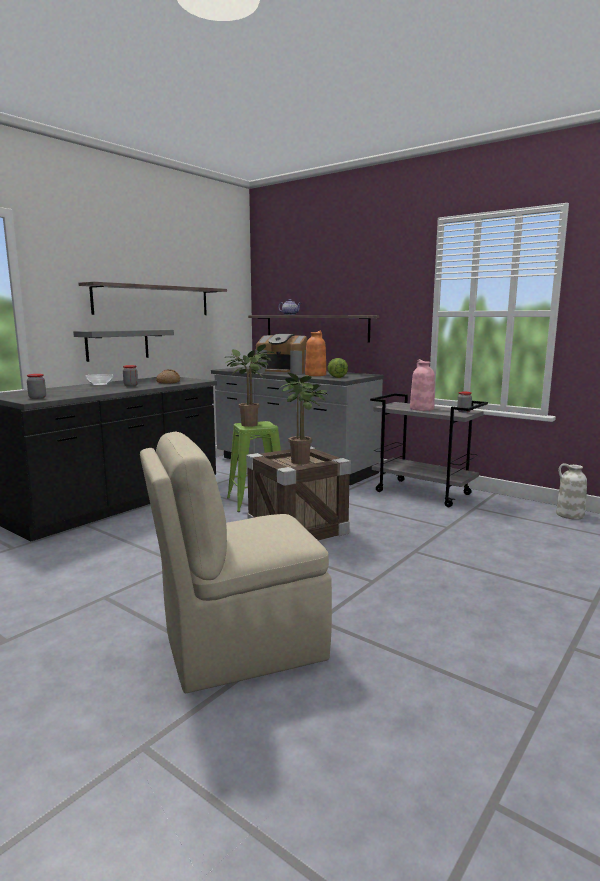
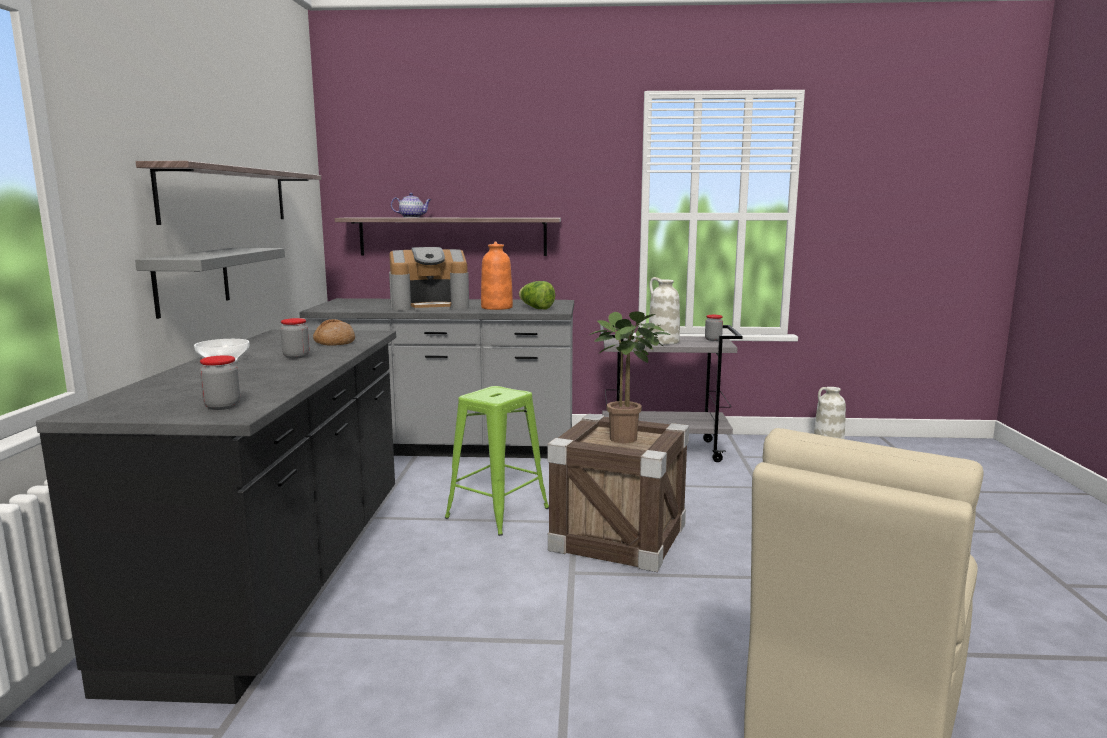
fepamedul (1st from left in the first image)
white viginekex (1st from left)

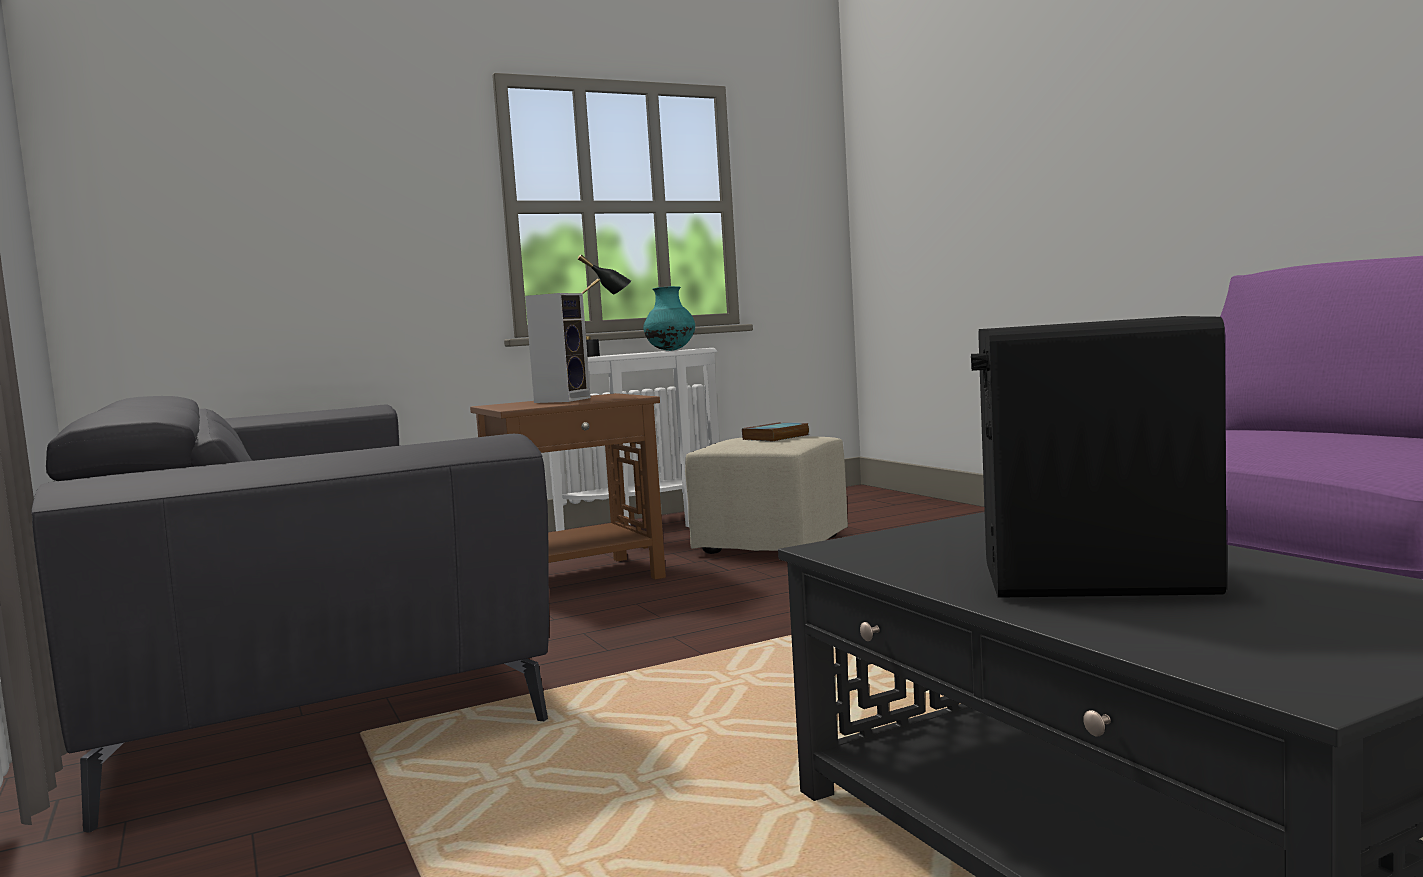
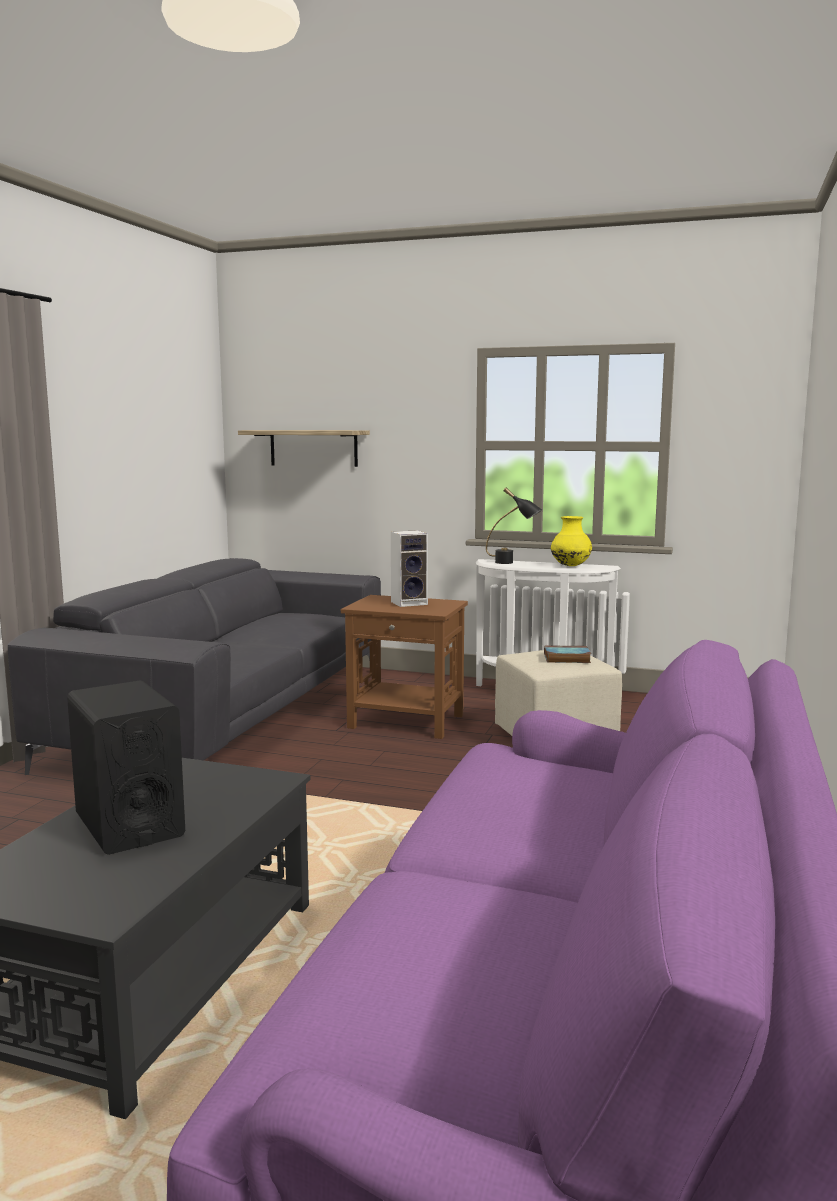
yellow viginekex
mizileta

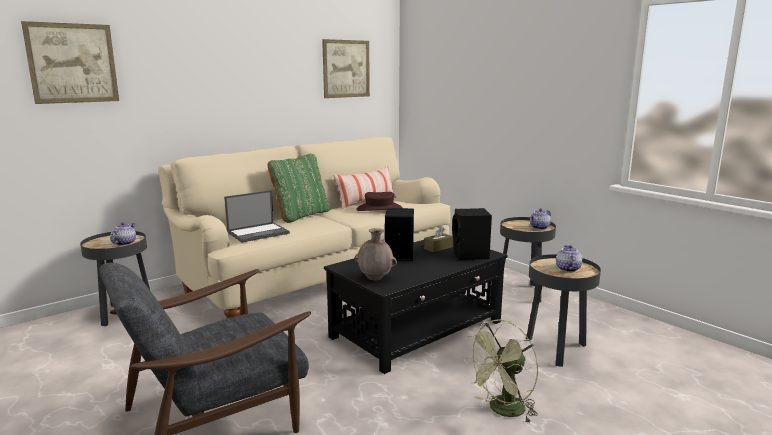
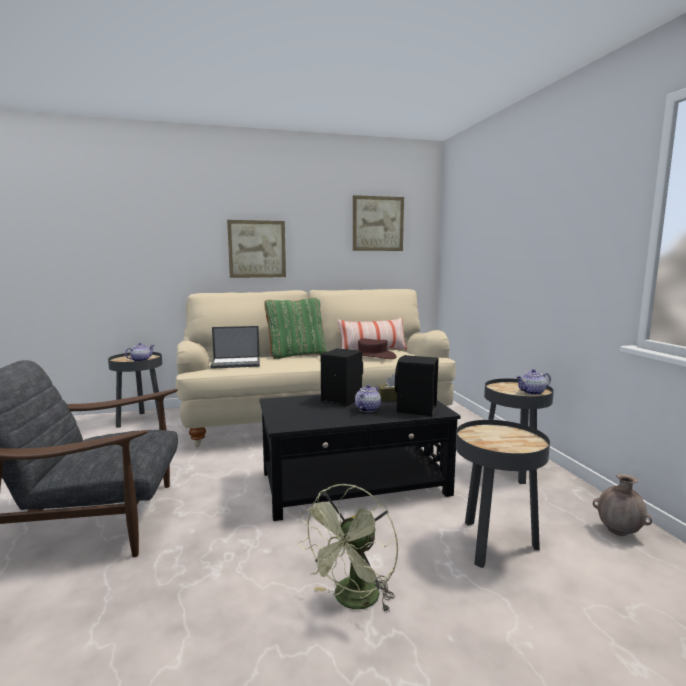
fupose (1st from left)
brown viginekex
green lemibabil
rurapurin (2nd from left)

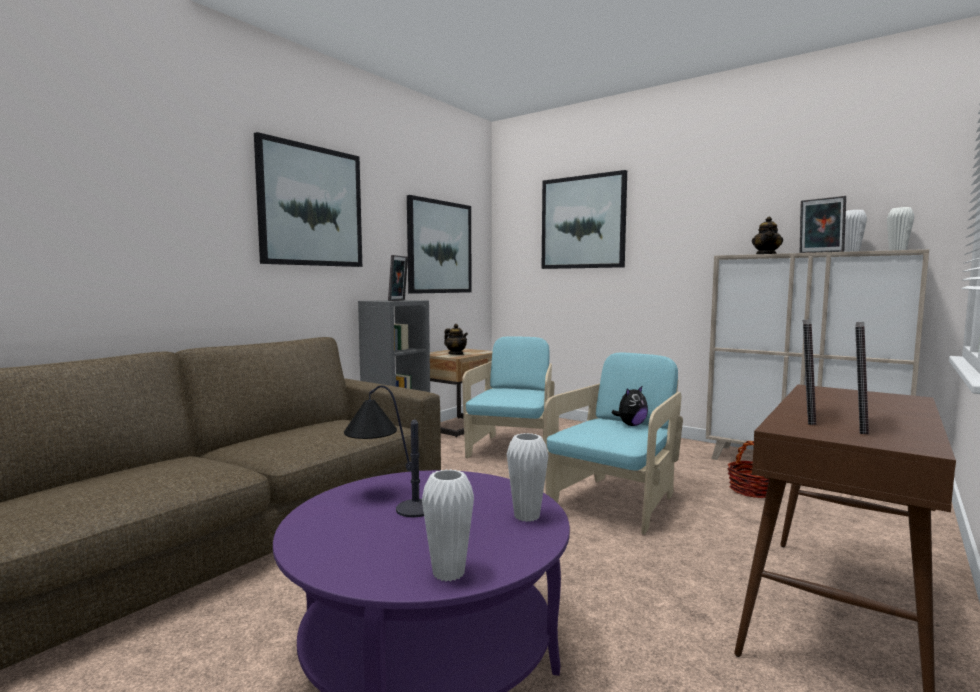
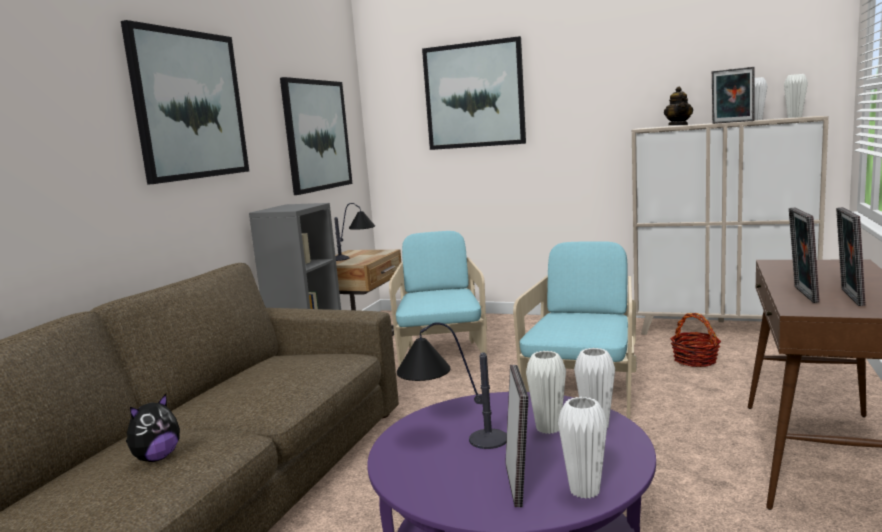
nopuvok (1st from left)
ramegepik (1st from left)
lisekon
white viginekex (1st from left)

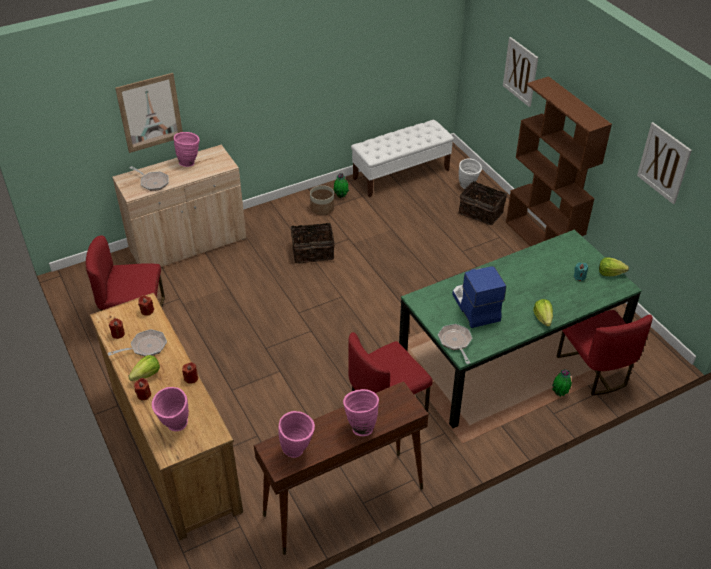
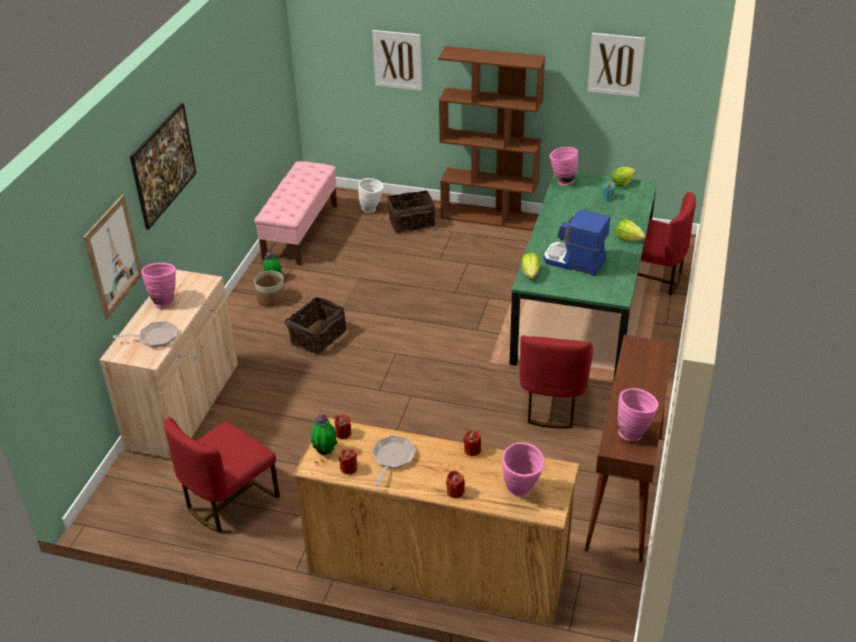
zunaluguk (1st from left)
pink viginekex (3rd from left)
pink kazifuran
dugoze (3rd from left in the first image)
fepamedul (2nd from left)
fupose (2nd from left)

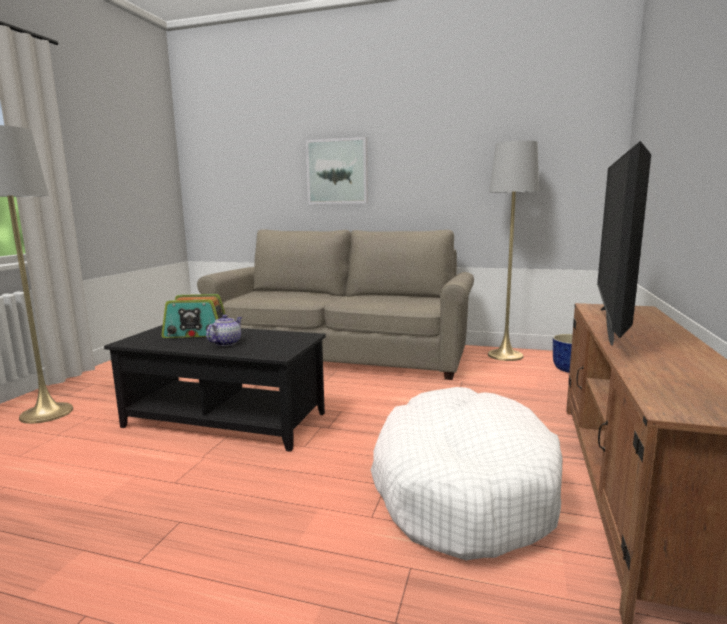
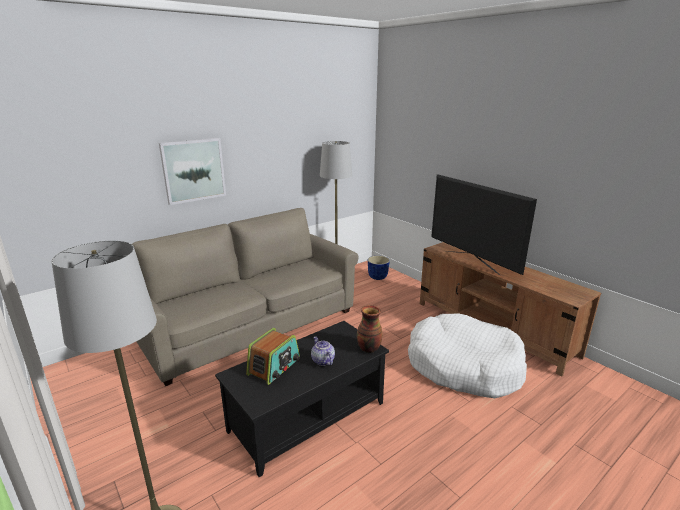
viginekex

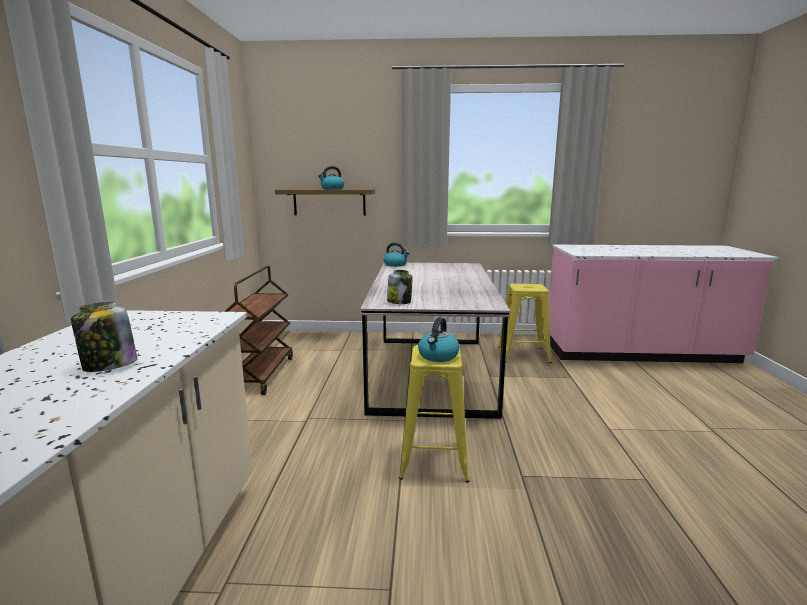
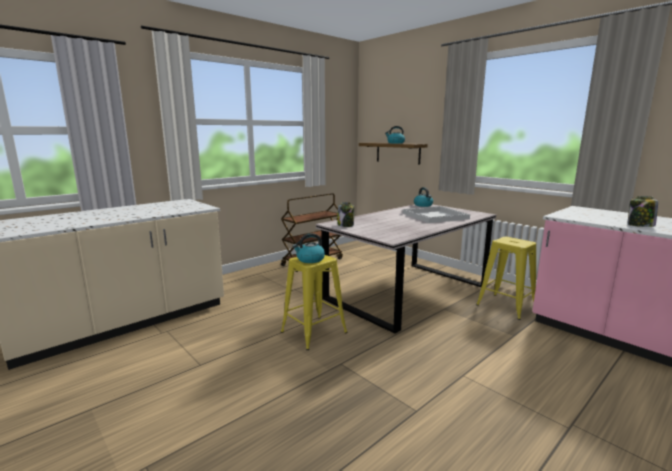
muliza (2nd from left)
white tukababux

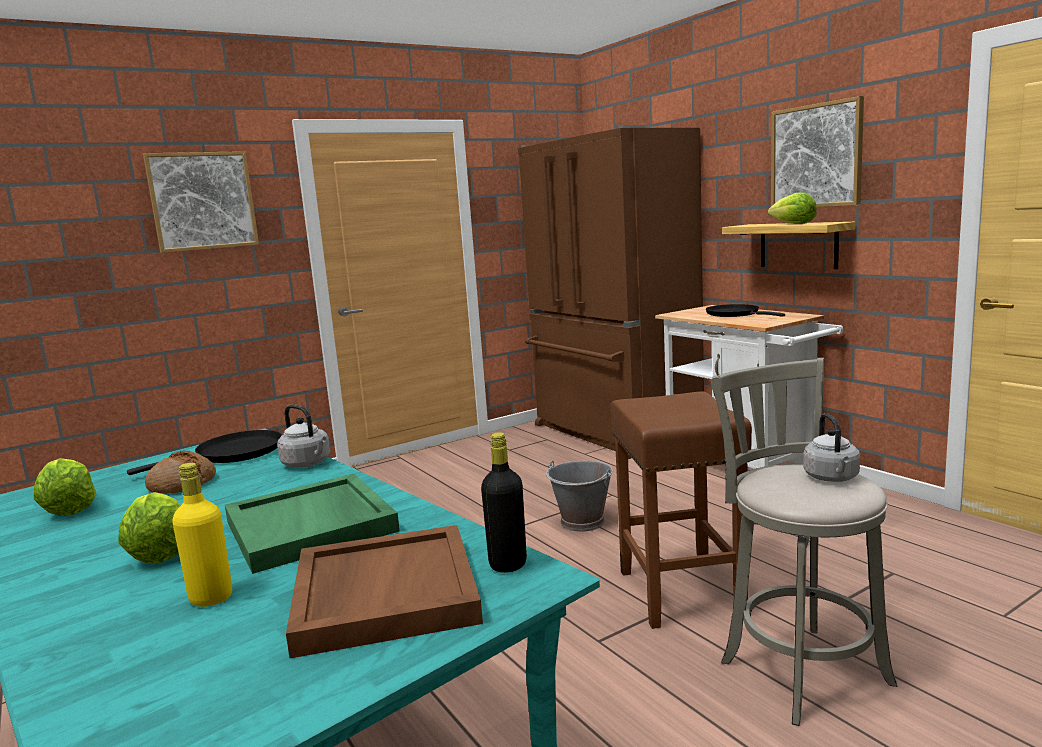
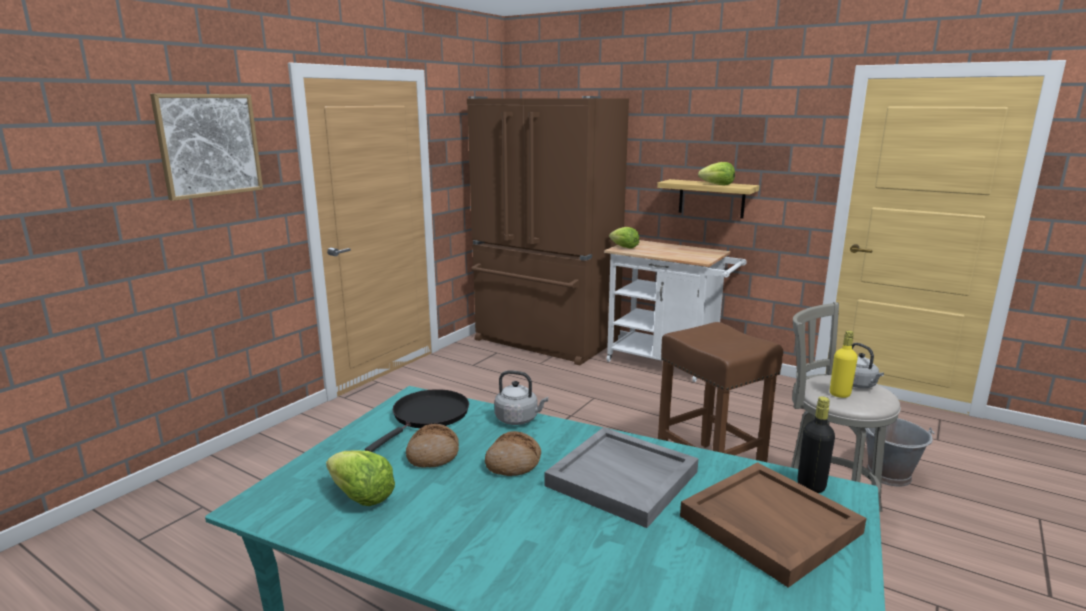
zunaluguk (2nd from left)
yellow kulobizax
grey tukababux
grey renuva
black dugoze (2nd from left in the first image)
fupose (2nd from left in the first image)
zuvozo (2nd from left)

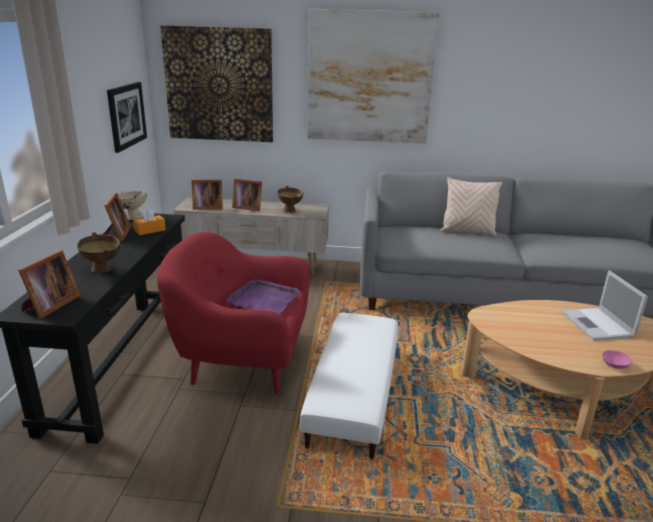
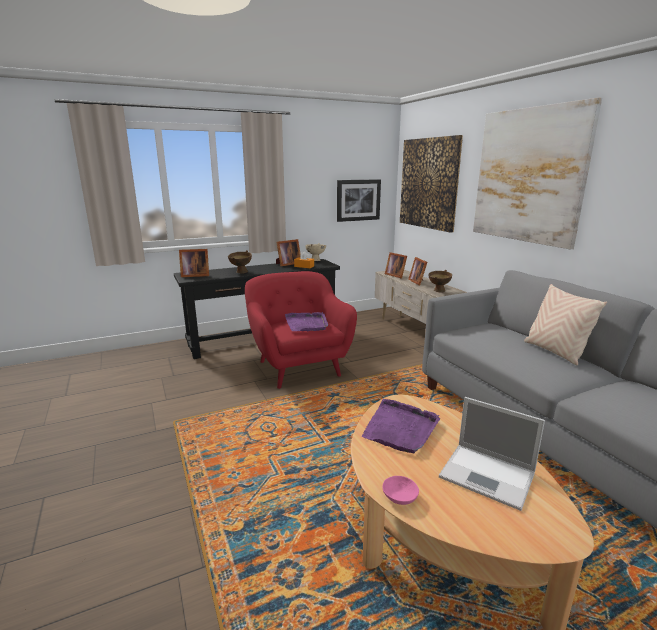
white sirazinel
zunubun
purple tukababux (2nd from left)

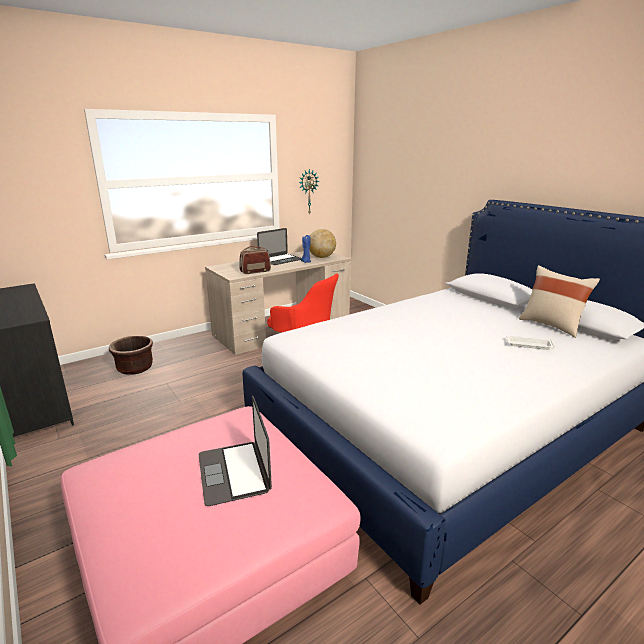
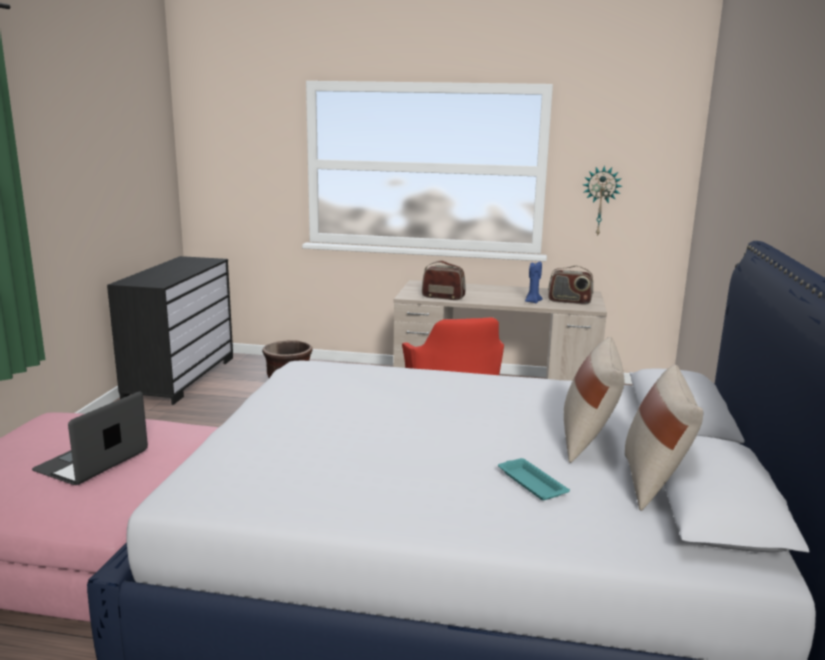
zunubun (2nd from left in the first image)
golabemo (2nd from left)
turquoise tukababux
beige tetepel (1st from left)

